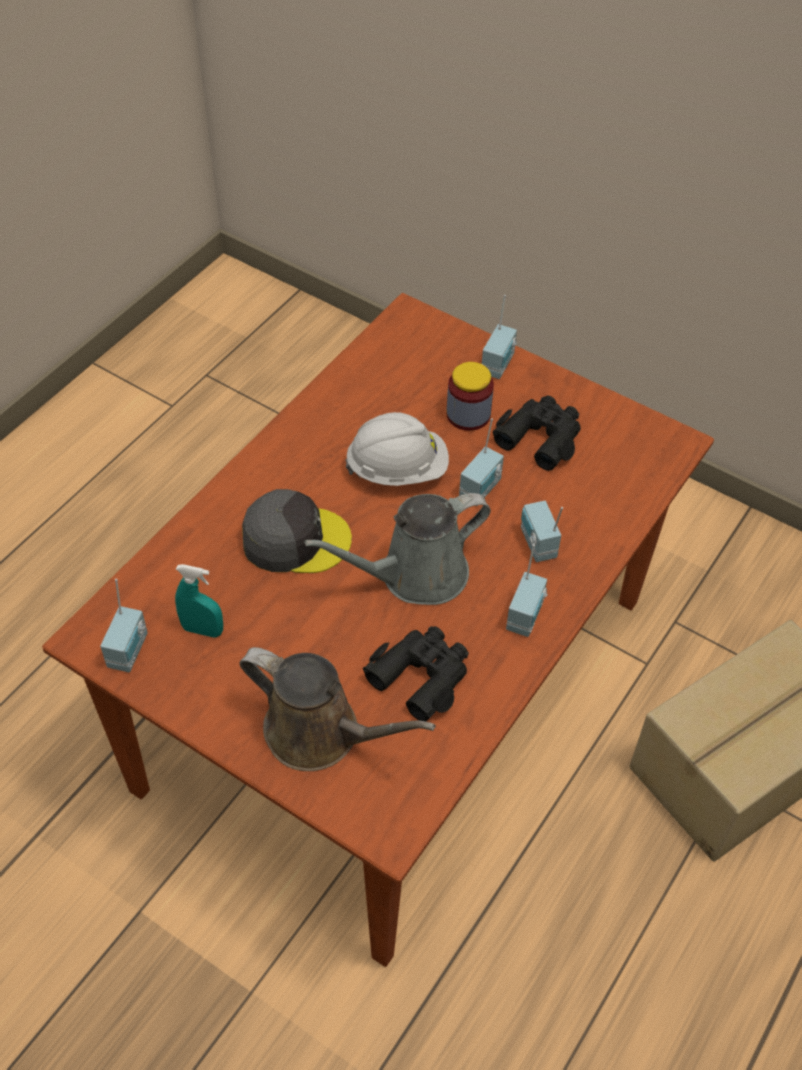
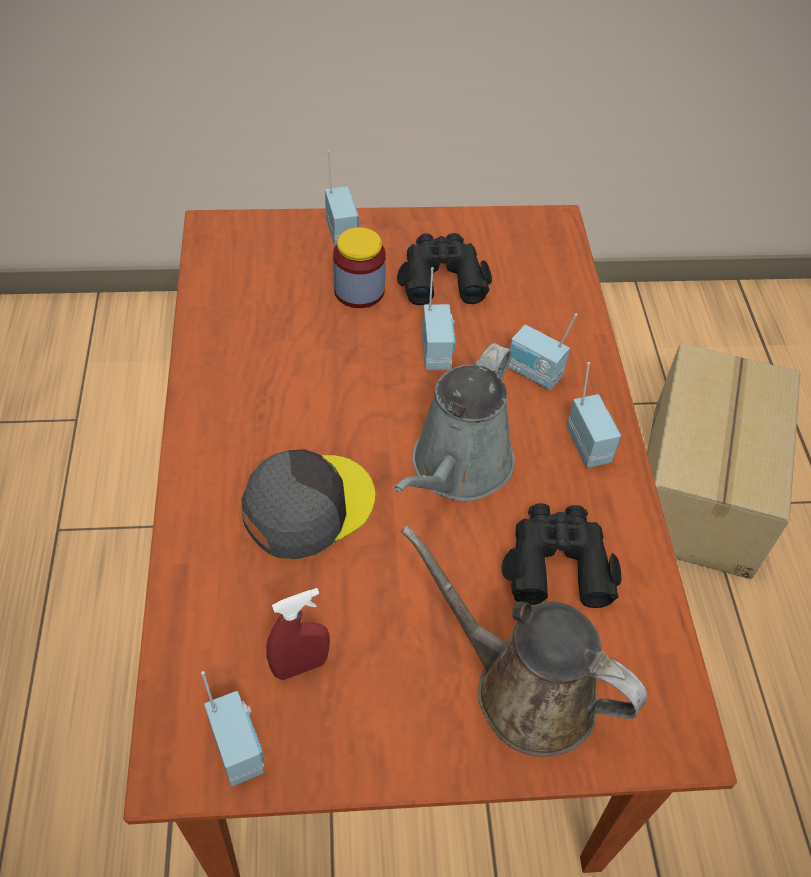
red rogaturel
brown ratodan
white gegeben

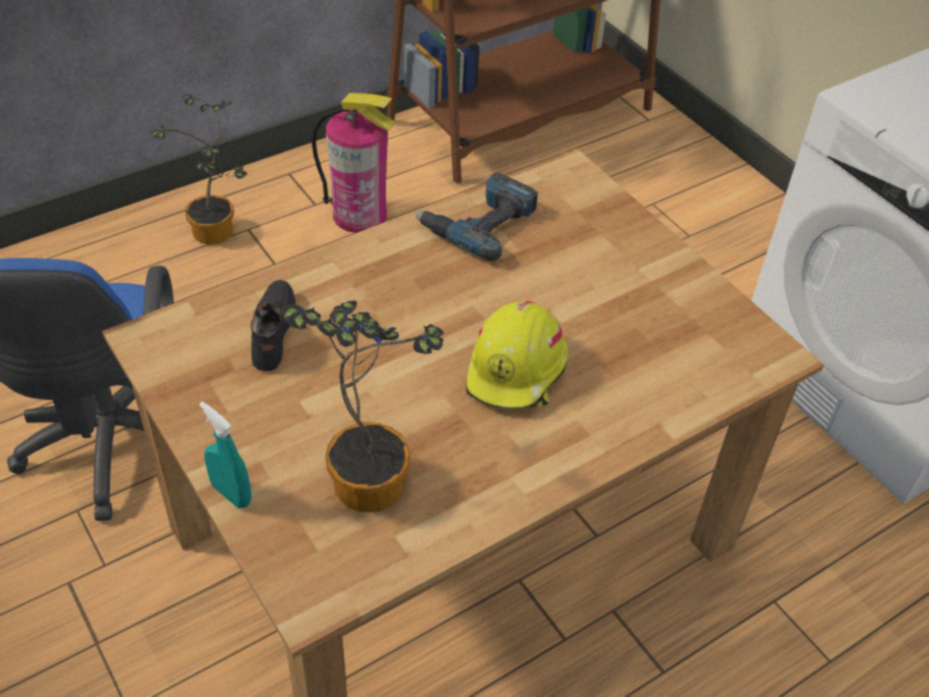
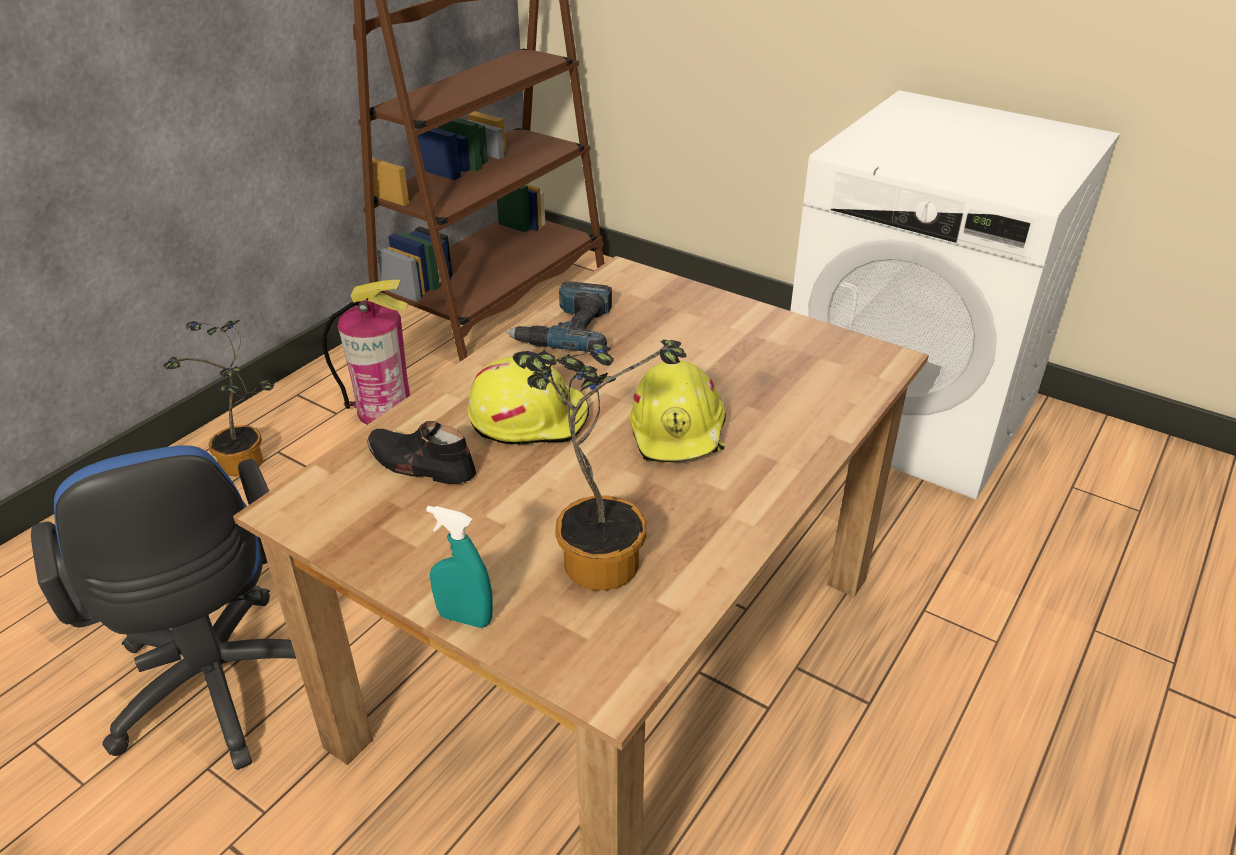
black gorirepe
yellow gegeben (1st from left)

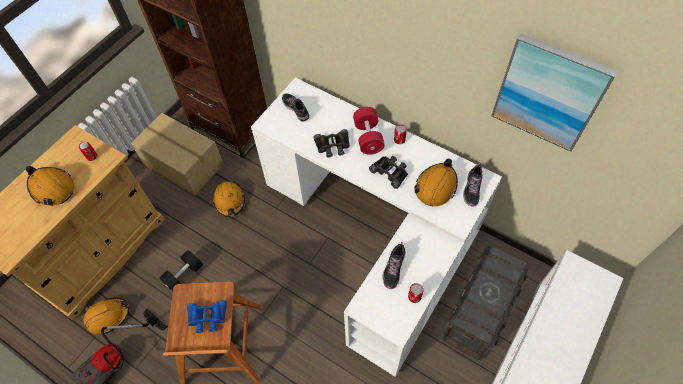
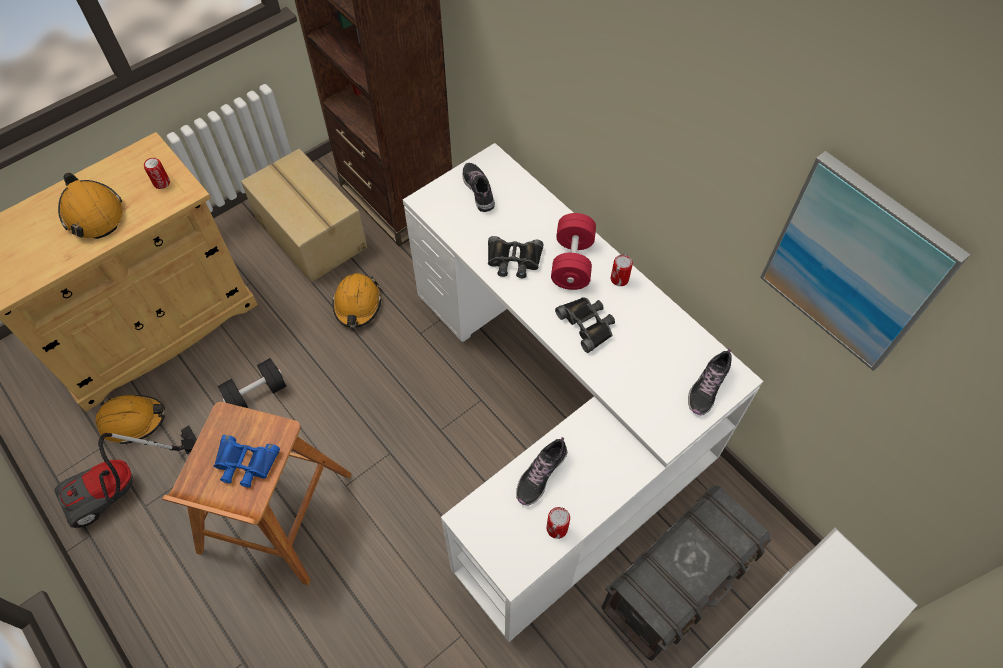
orange gegeben (4th from left in the first image)

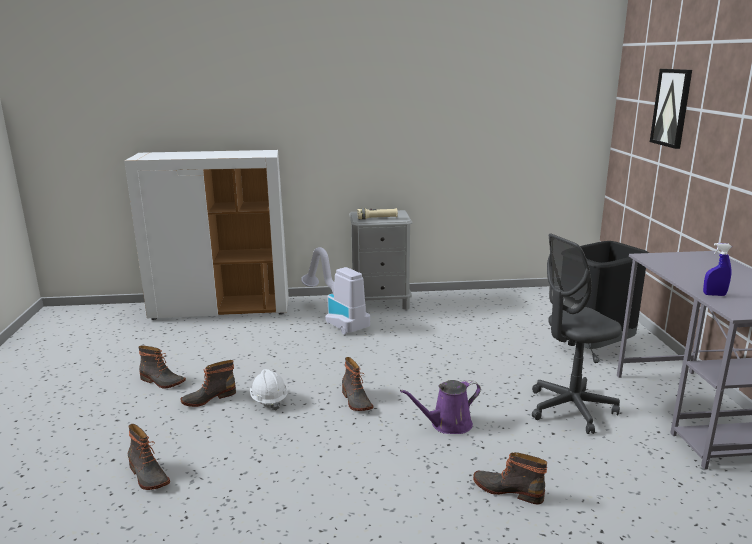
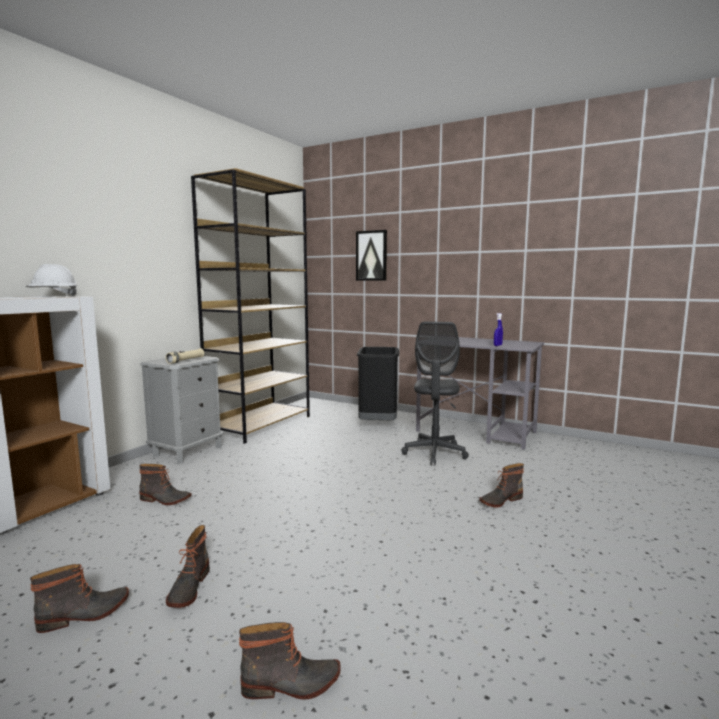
white gegeben
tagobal
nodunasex (2nd from left)
purple ratodan
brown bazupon

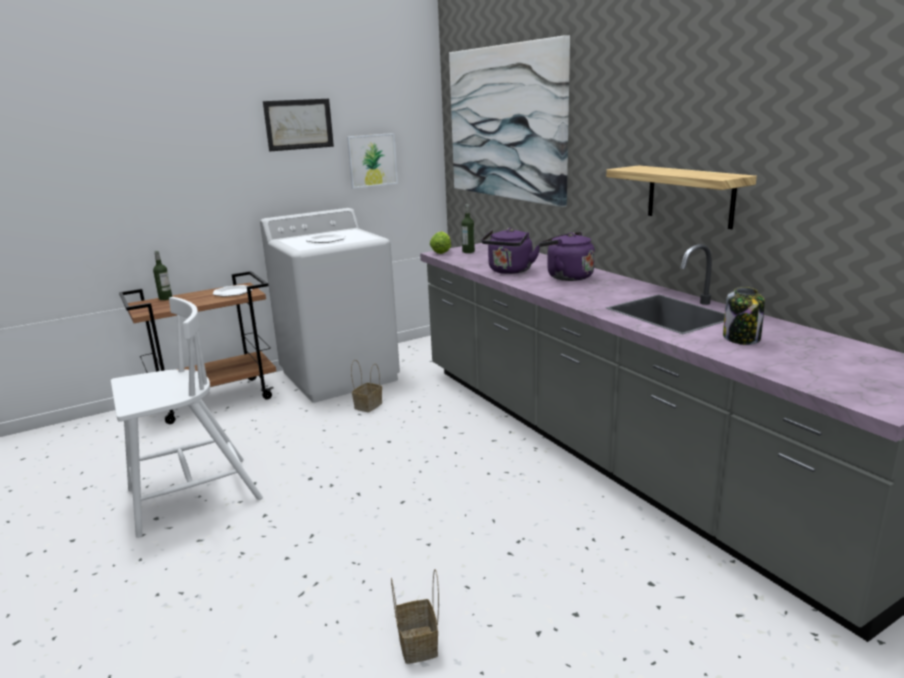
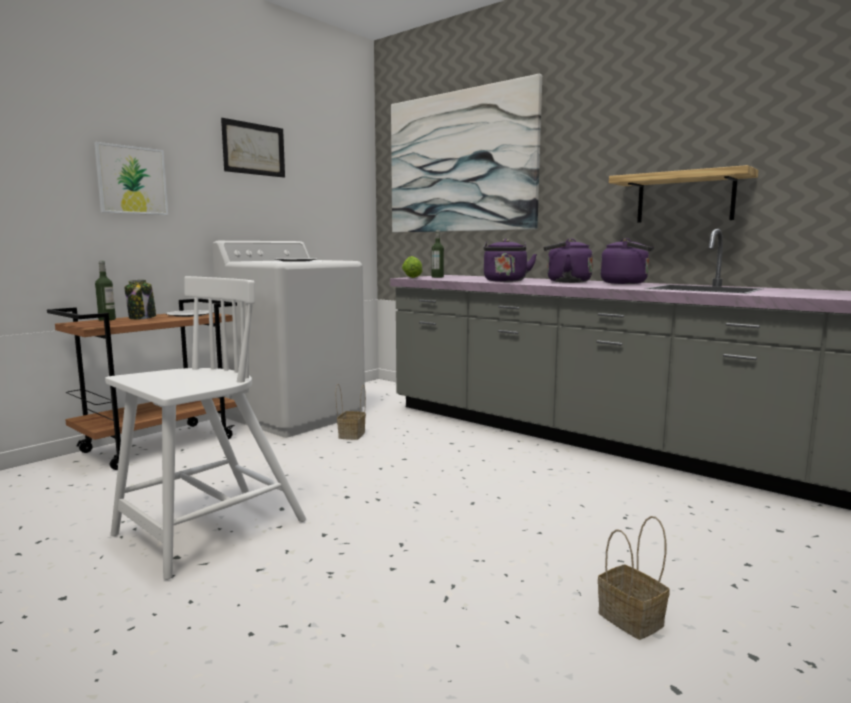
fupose (1st from left)
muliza
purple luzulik (3rd from left)

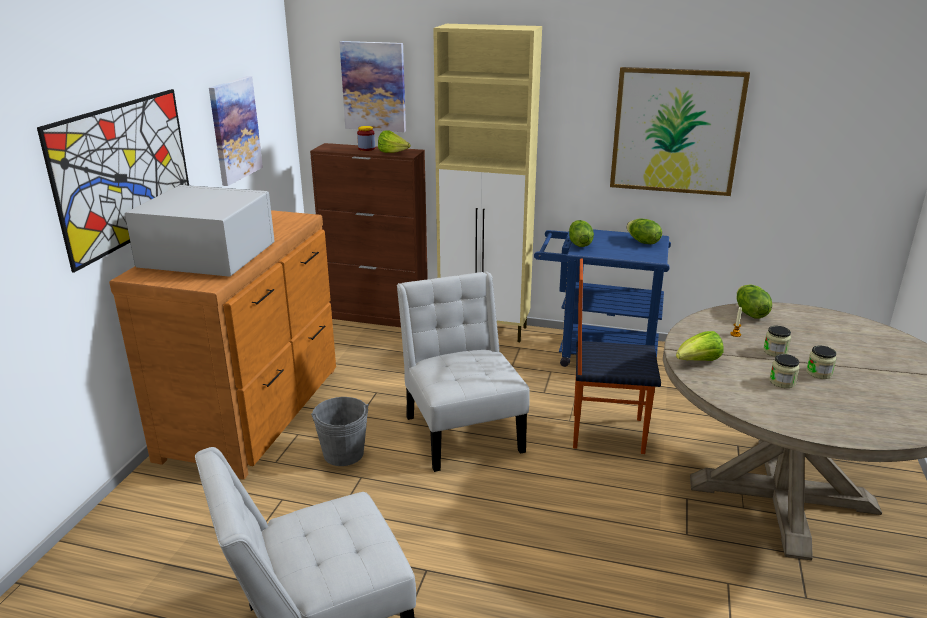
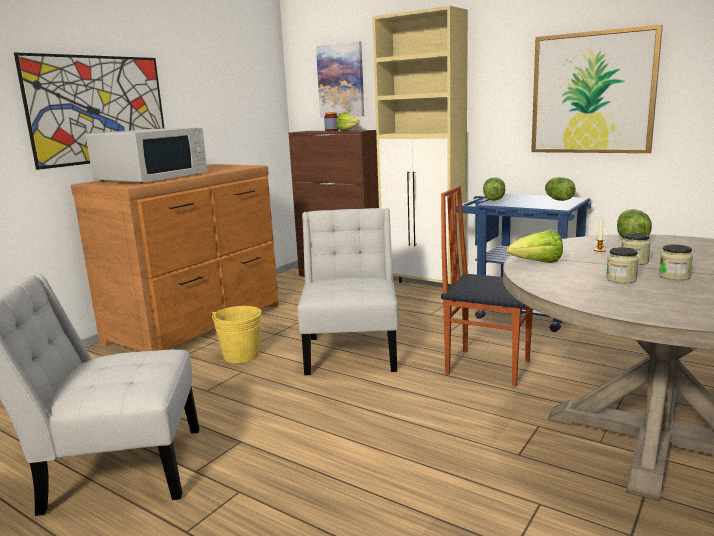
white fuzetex
fupose (2nd from left in the first image)
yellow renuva

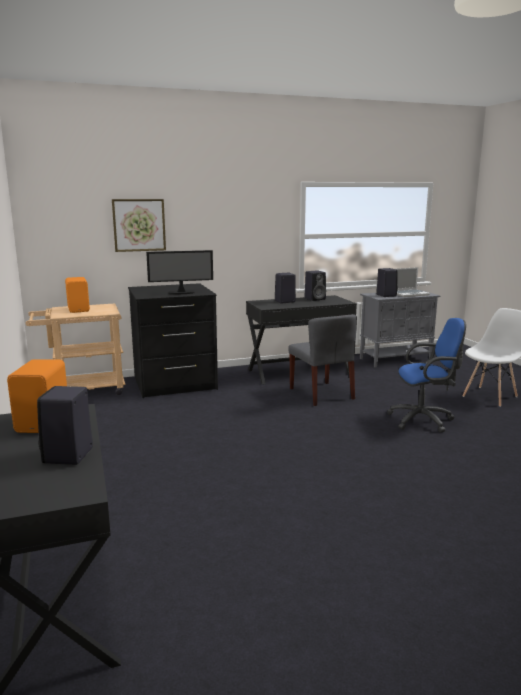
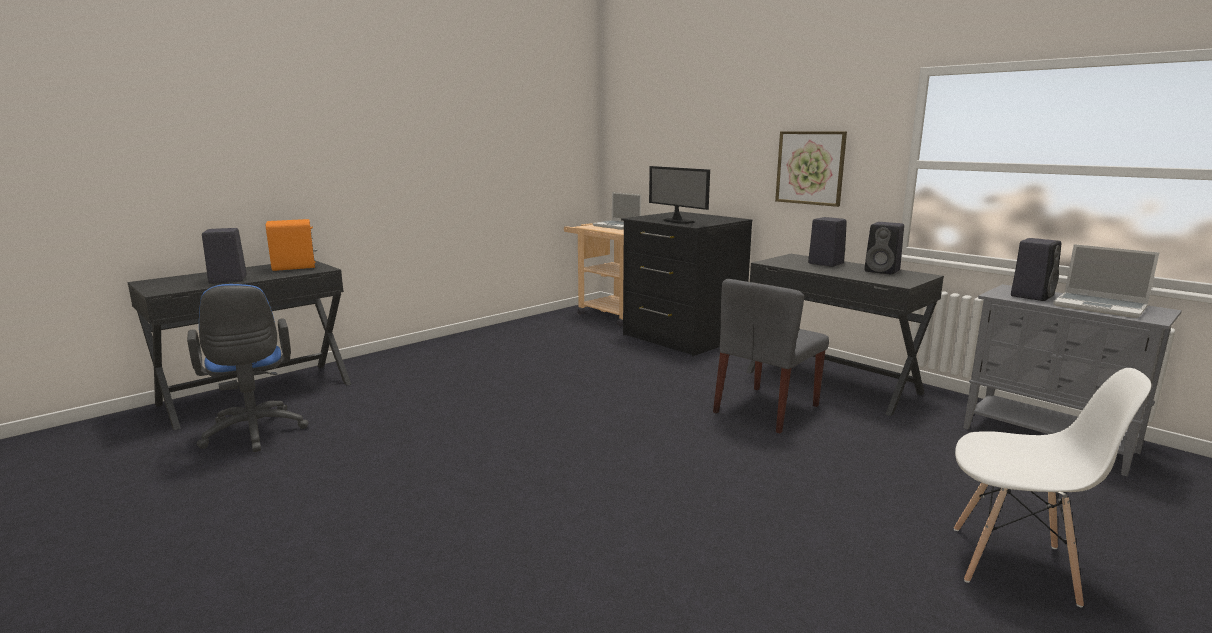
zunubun (1st from left)
fupose
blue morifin

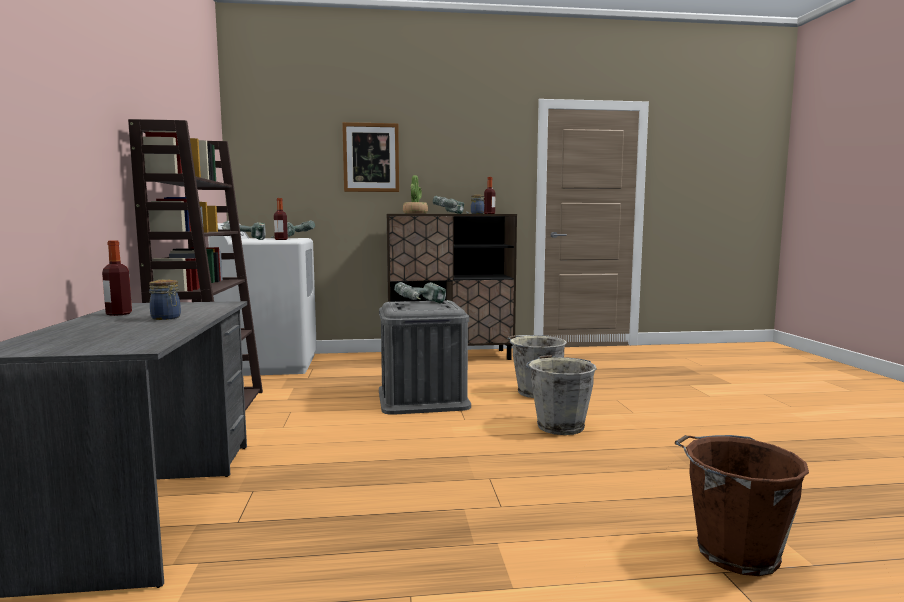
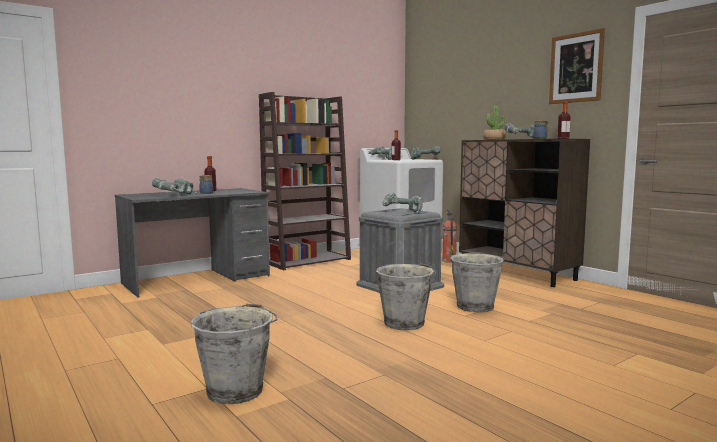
fupose
grey renuva (1st from left)
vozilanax (1st from left)
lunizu

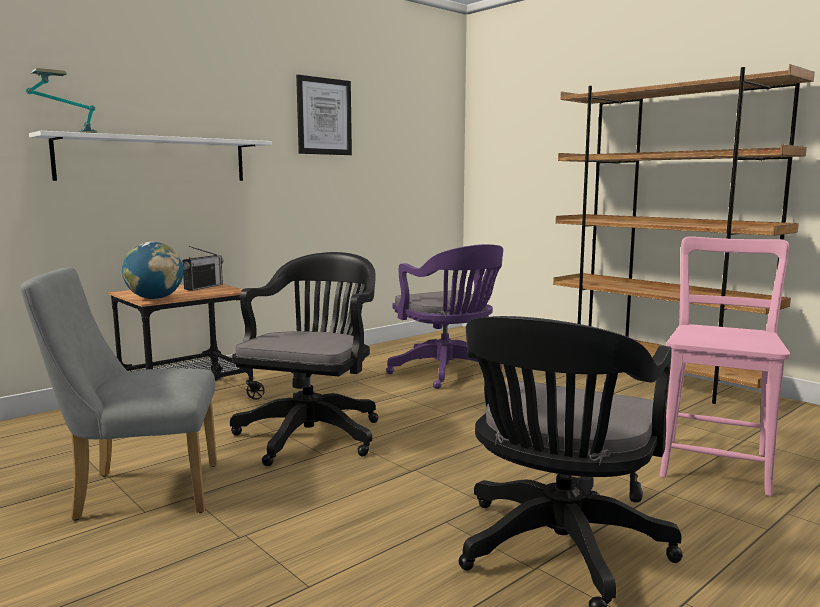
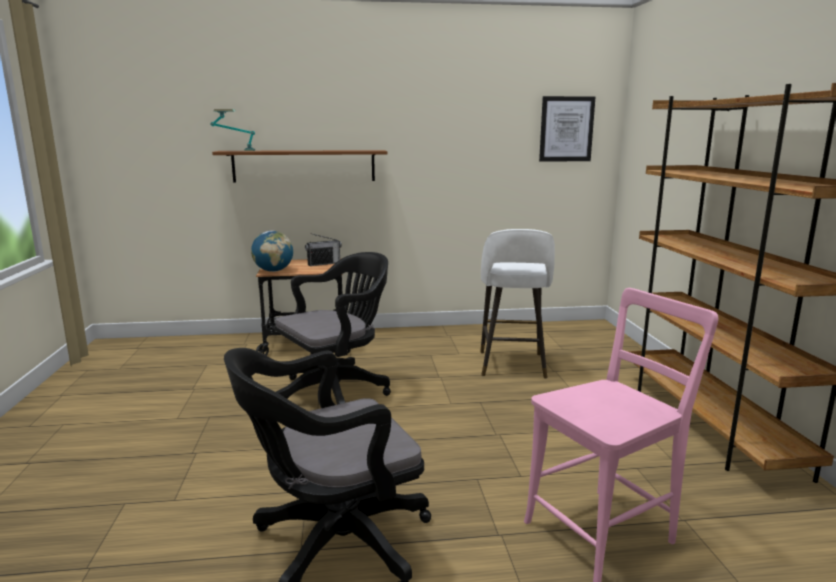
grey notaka
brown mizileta
fupose
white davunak

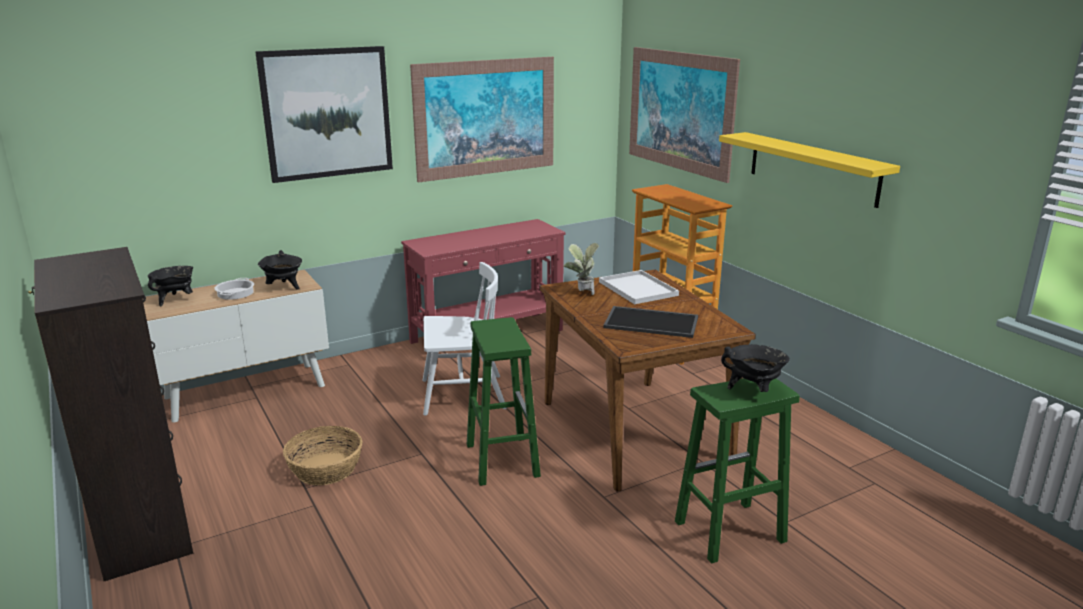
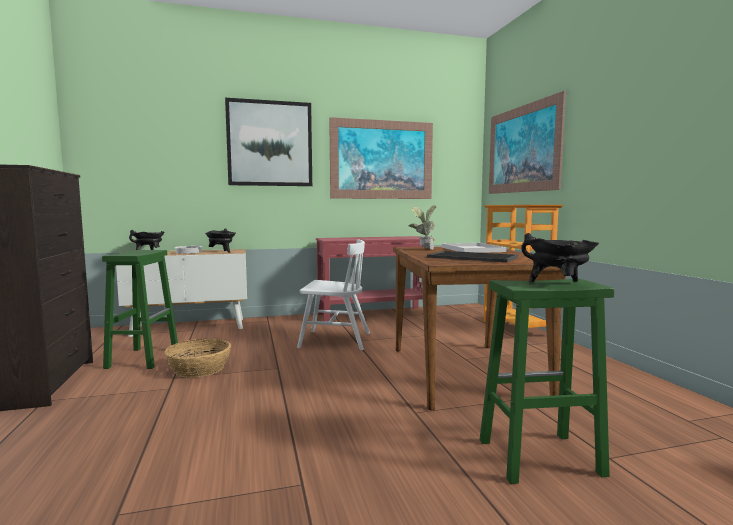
green davunak (1st from left)
yellow mizileta

